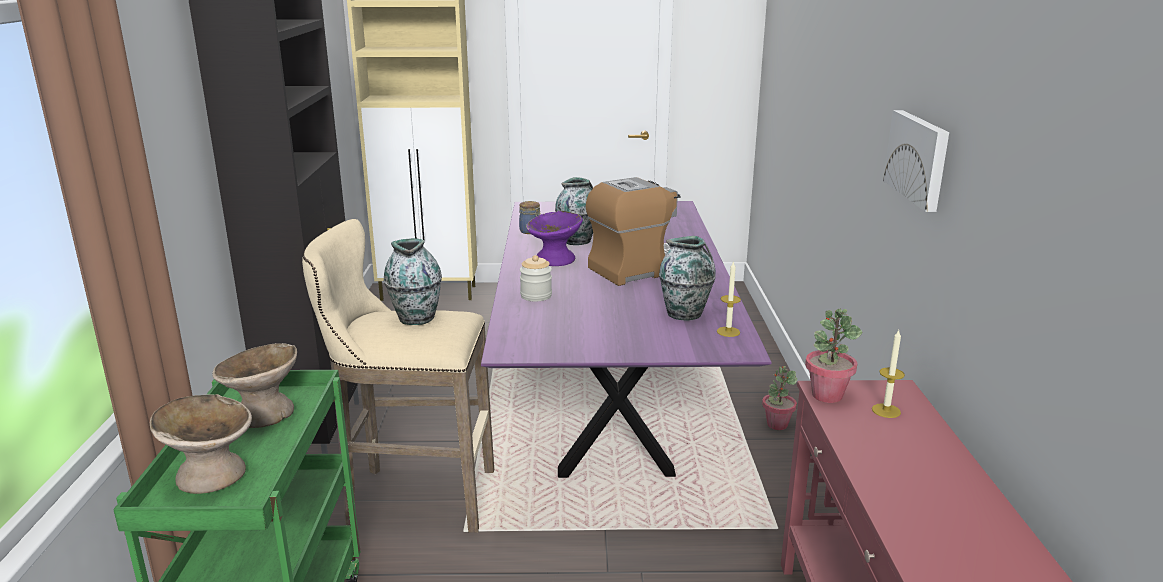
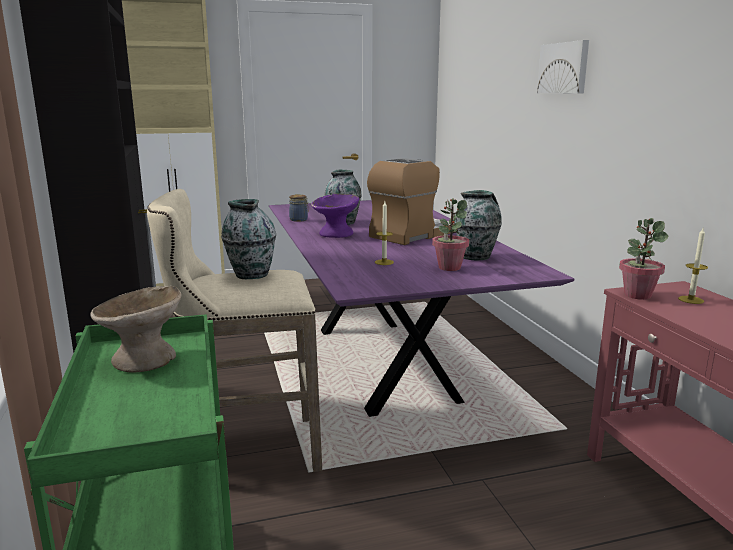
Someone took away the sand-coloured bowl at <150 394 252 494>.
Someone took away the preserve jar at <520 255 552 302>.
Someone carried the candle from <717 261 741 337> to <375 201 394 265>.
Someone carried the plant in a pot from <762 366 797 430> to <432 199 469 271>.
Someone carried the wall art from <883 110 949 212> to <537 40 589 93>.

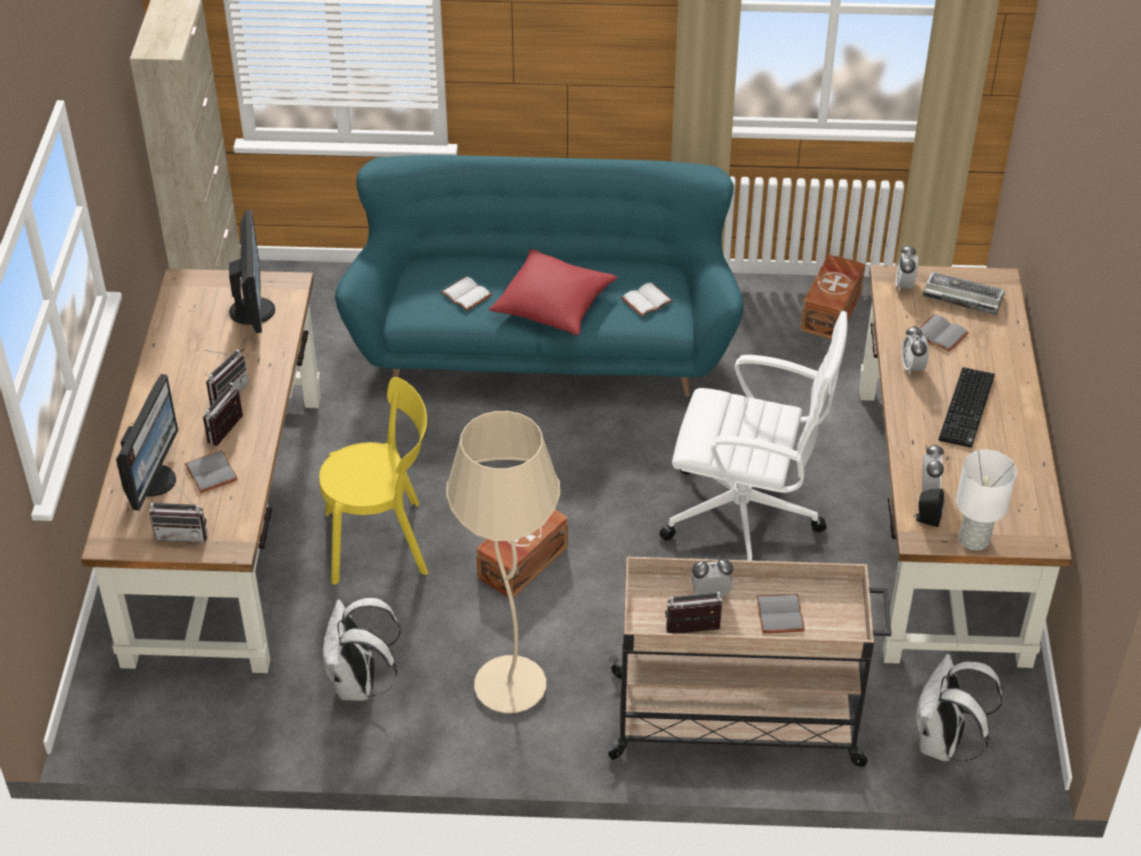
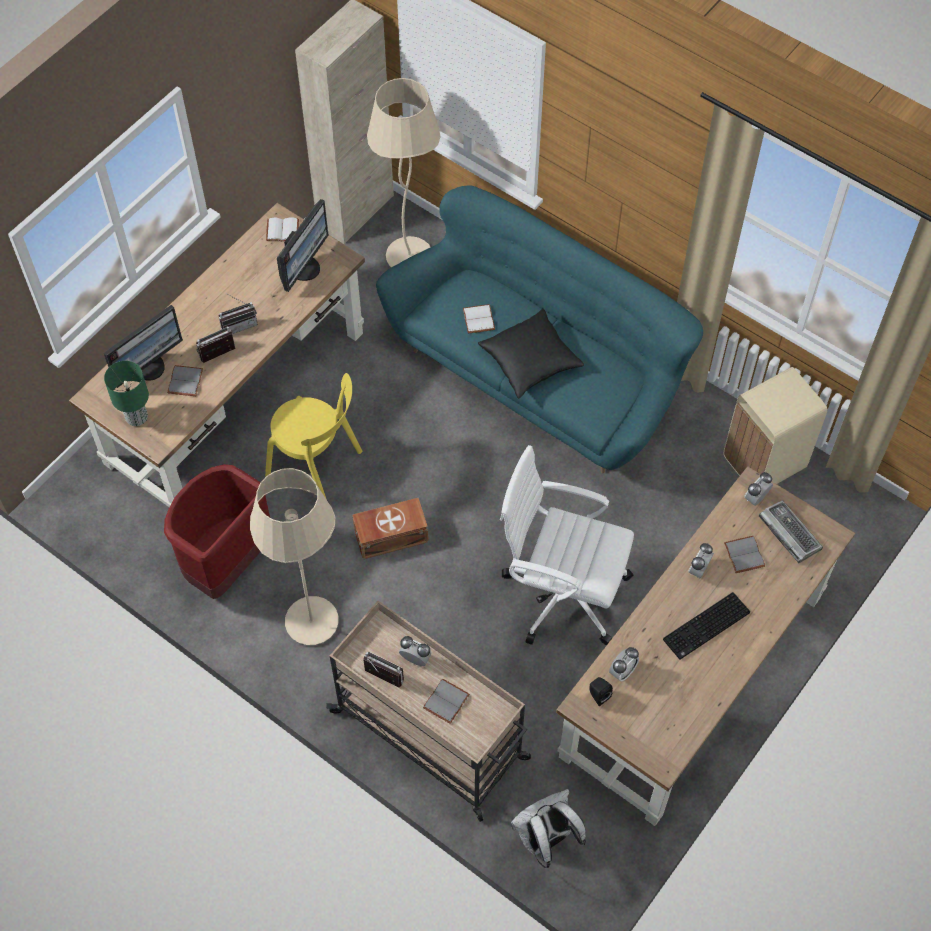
Someone took away the whitish table lamp at <956 450 1017 551>.
Someone put down the sand-coloured standing lamp at <367 78 441 267>.
Someone carried the whitish bound book from <621 282 673 317> to <266 217 299 241>.
Someone swapped the radio at <149 481 208 542> for the green table lamp at <104 361 149 426>.
Someone swapped the whitish rucksack at <323 597 401 701> for the red-coloured trash can at <164 464 270 599>.
Someone swapped the brown-coloured storage box at <800 254 866 339> for the sand-coloured trash can at <723 367 827 484>.
Someone repainted the red-coloured throw pillow at <489 249 617 335>, which became the black-coloured throw pillow at <478 309 584 398>.
Someone rotated the whitish office chair at <659 311 848 561> by 150 degrees clockwise.

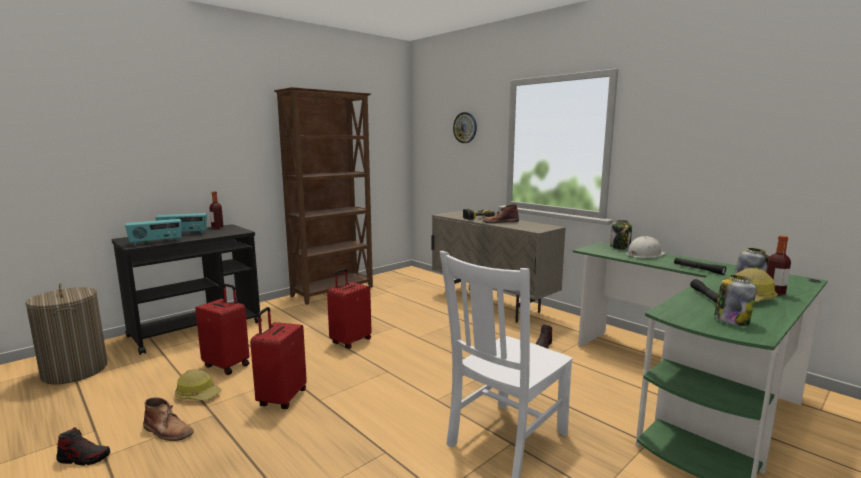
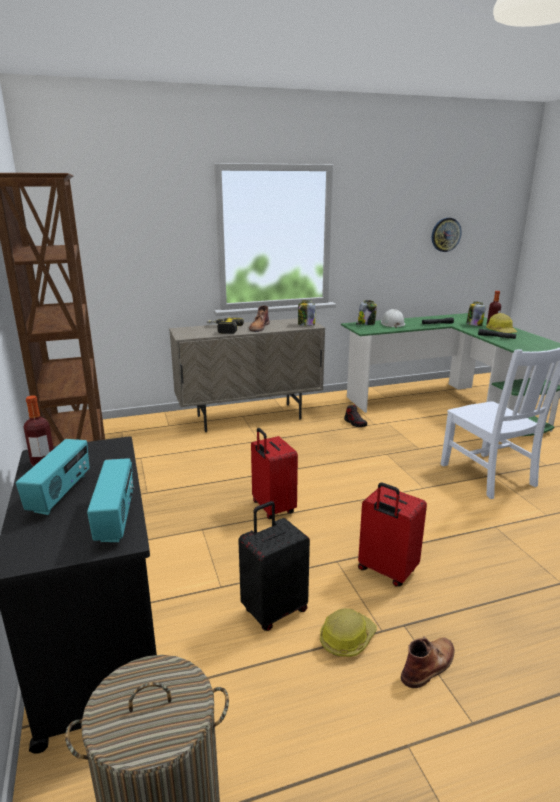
Someone took away the item of footwear at <56 427 110 466>.
Someone carried the hanging clock from <453 112 477 143> to <432 218 462 252>.
Someone carried the preserve jar from <714 275 757 326> to <298 300 315 326>.
Someone repainted the red-coloured suitcase at <195 284 249 375>, which became the black-coloured suitcase at <238 501 310 631>.

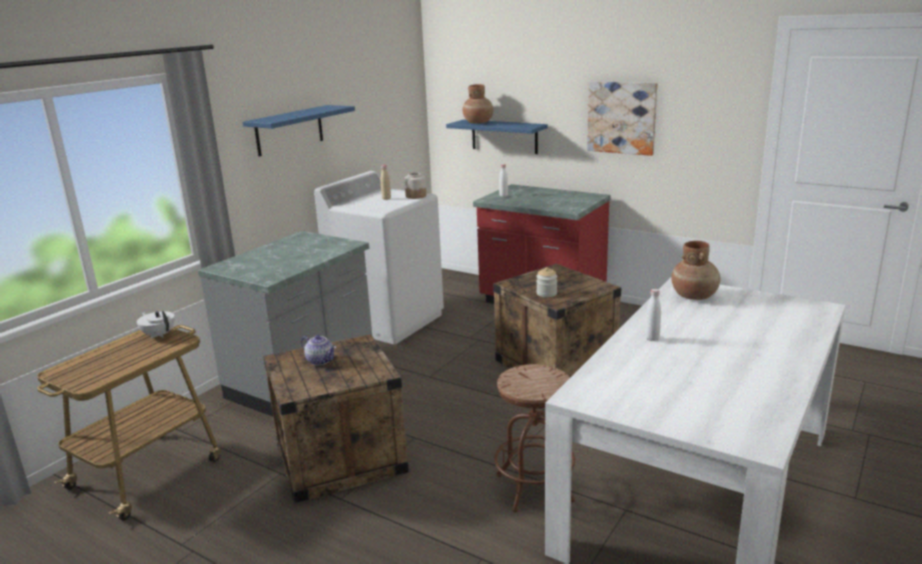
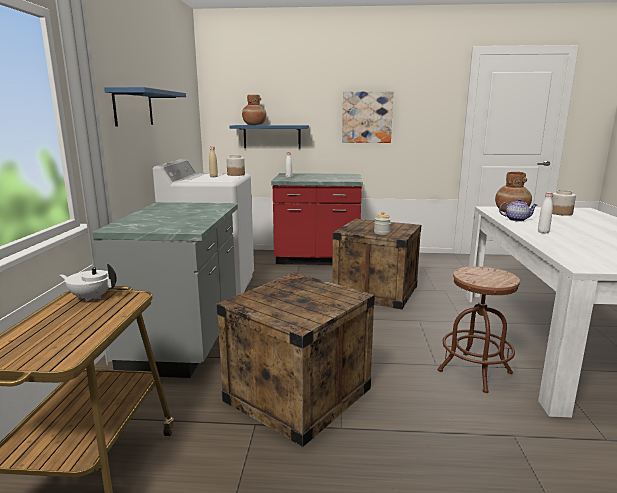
Someone put down the preserve jar at <552 190 576 216>.
Someone carried the tea pot from <301 335 336 365> to <499 199 537 222>.

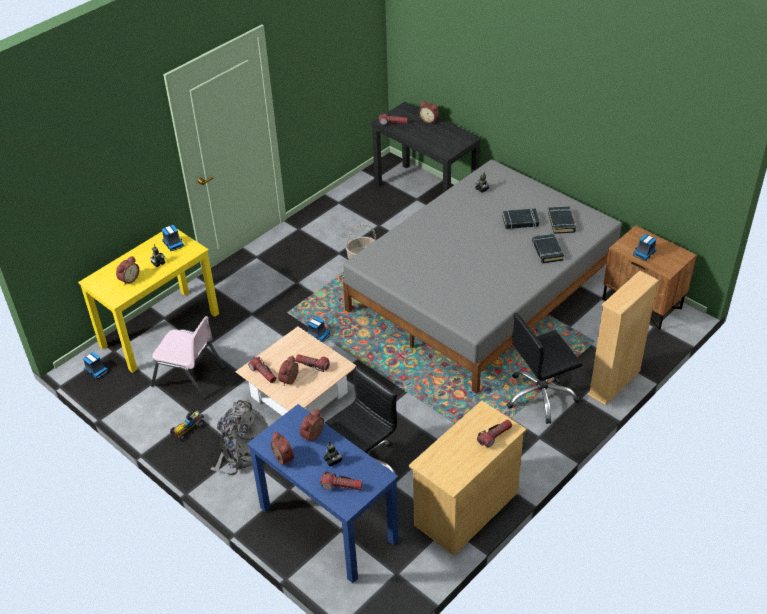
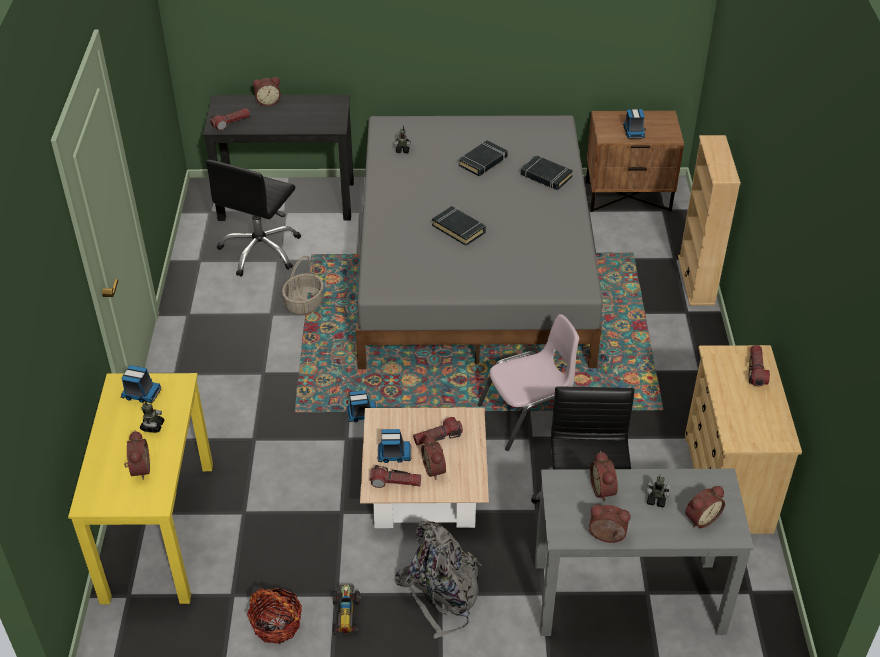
Someone put down the basket at <247 588 302 644>.
Someone carried the toy lorry from <83 352 108 379> to <378 429 412 463>.
Someone carried the pink plain chair from <151 316 225 399> to <478 314 579 451>.
Someone carried the black-coloured office chair from <507 313 582 424> to <205 160 301 277>.
Someone carried the black-coloured bound book from <548 207 576 234> to <432 206 486 246>.
Someone swapped the flashlight at <320 471 363 490> for the table clock at <685 486 725 528>.
Someone repainted the blue desk unit at <247 404 399 583>, which became the greyish desk unit at <535 469 754 636>.

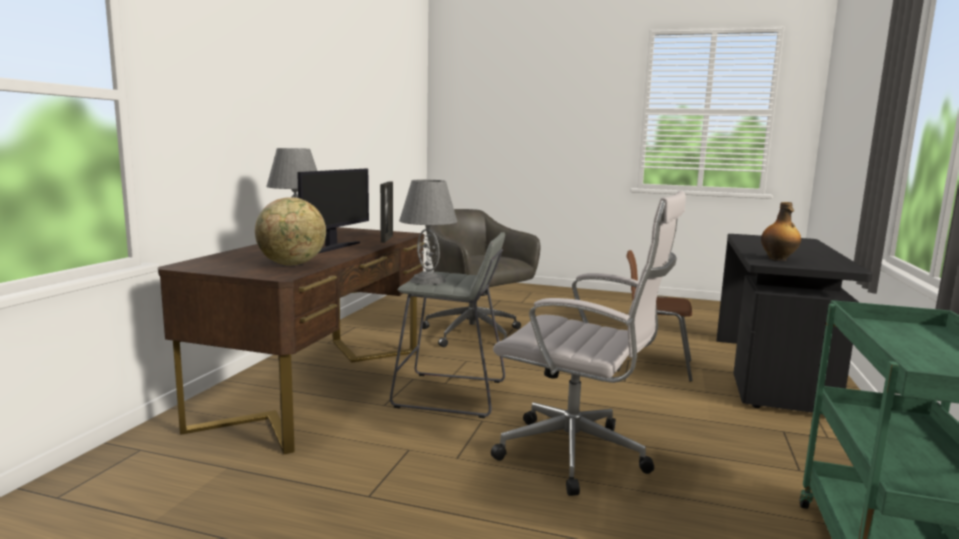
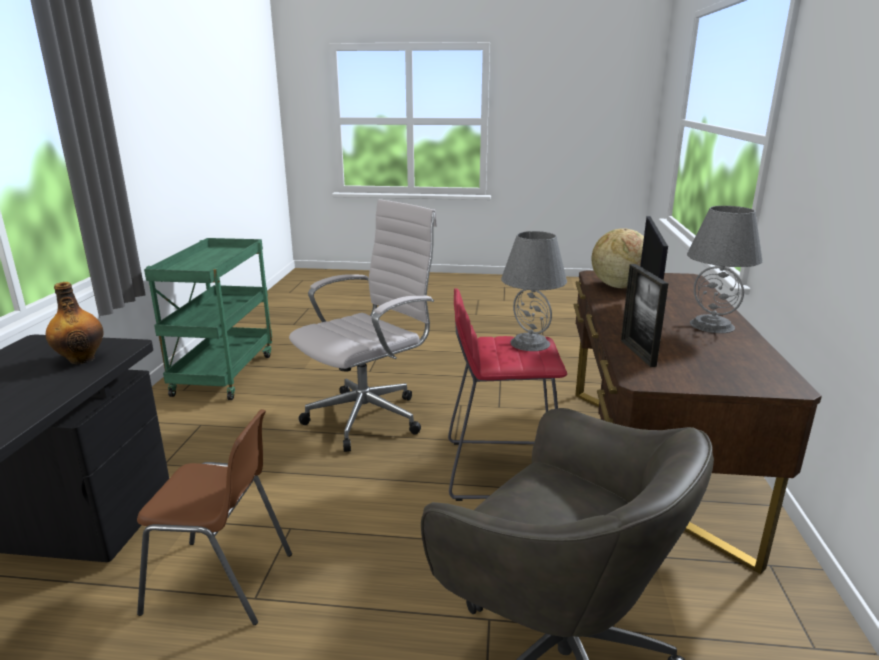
Someone repainted the greyish stool seat at <390 232 505 418>, which became the red-coloured stool seat at <448 288 567 501>.
Someone rotated the whitish office chair at <491 191 686 496> by 120 degrees clockwise.

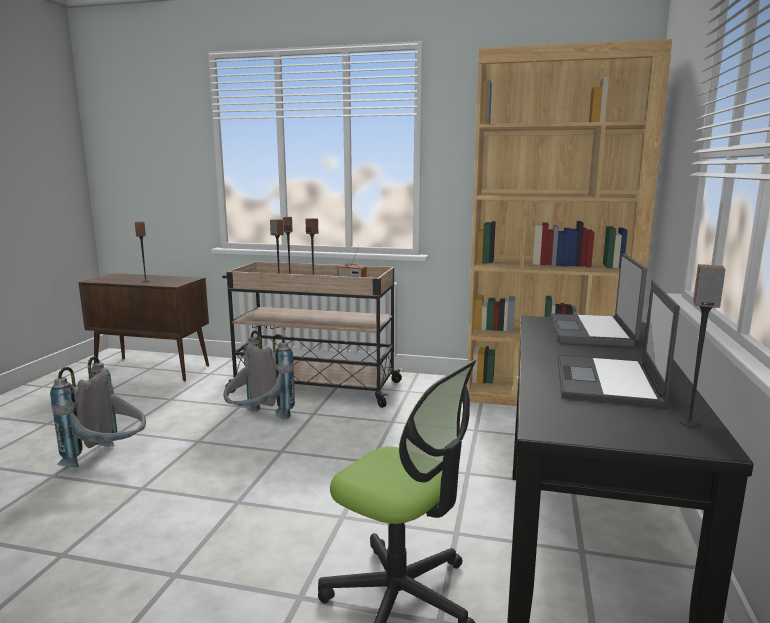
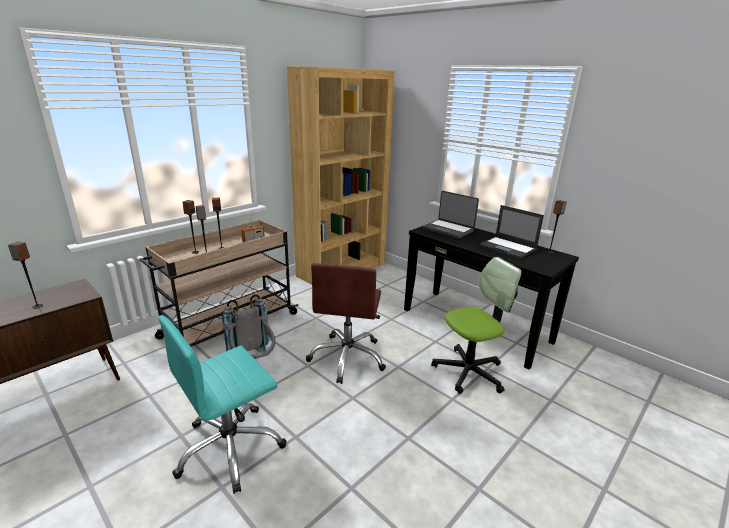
Someone put down the brown-coloured office chair at <306 263 386 384>.
Someone swapped the greyish rucksack at <50 356 146 467> for the blue-green office chair at <158 315 286 494>.

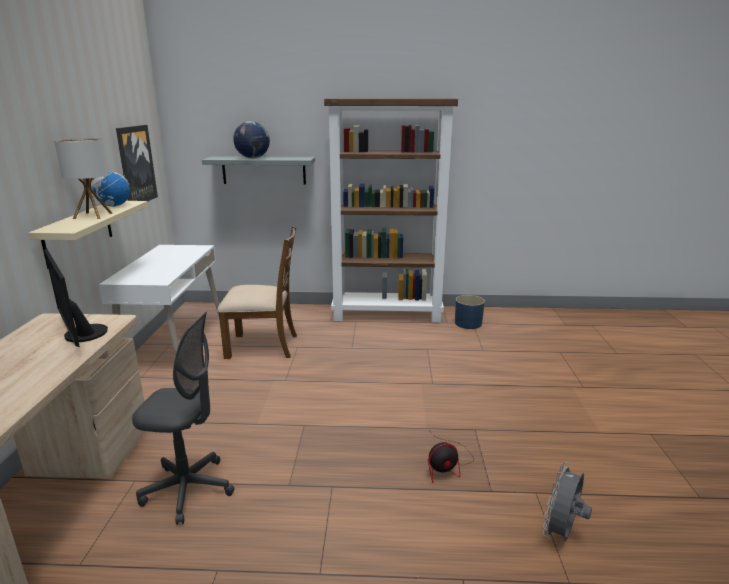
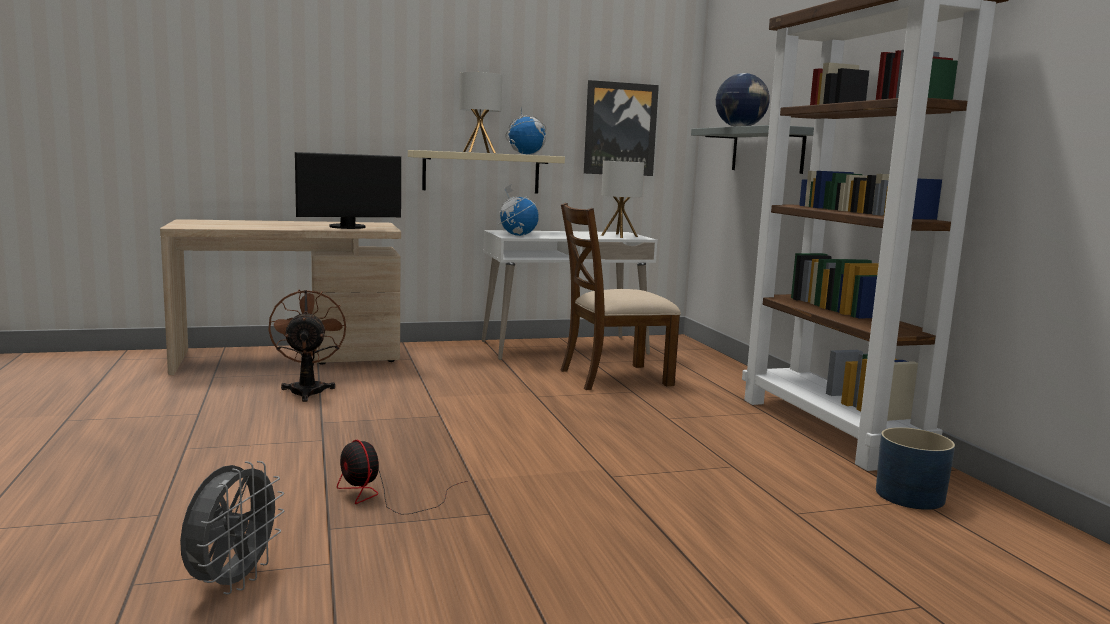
Someone put down the world globe at <499 185 539 236>.
Someone put down the table lamp at <601 161 644 238>.
Someone swapped the greyish office chair at <132 312 234 525> for the brown-coloured fan at <269 289 346 402>.
Someone rotated the computer display at <44 249 108 347> by 150 degrees counterclockwise.
Someone rotated the brown-coloured plain chair at <217 226 297 359> by 90 degrees clockwise.
Someone rotated the greyish fan at <542 462 592 541> by 90 degrees clockwise.

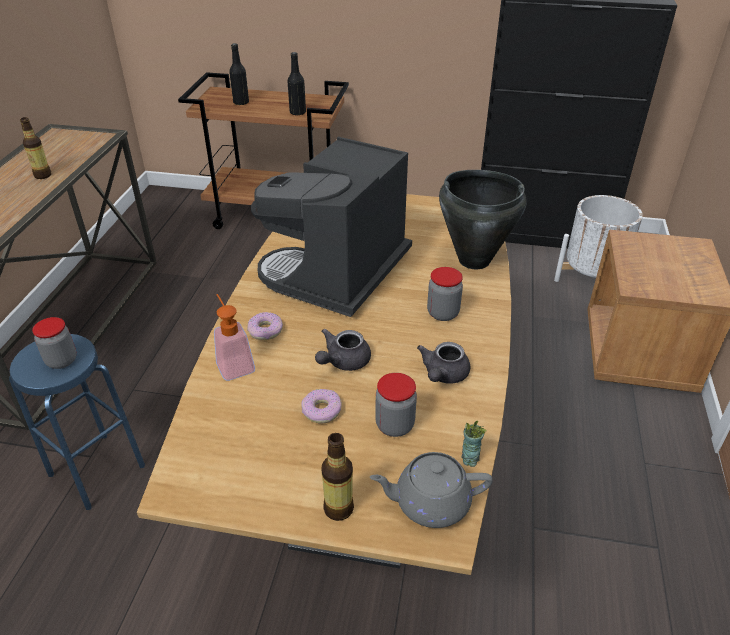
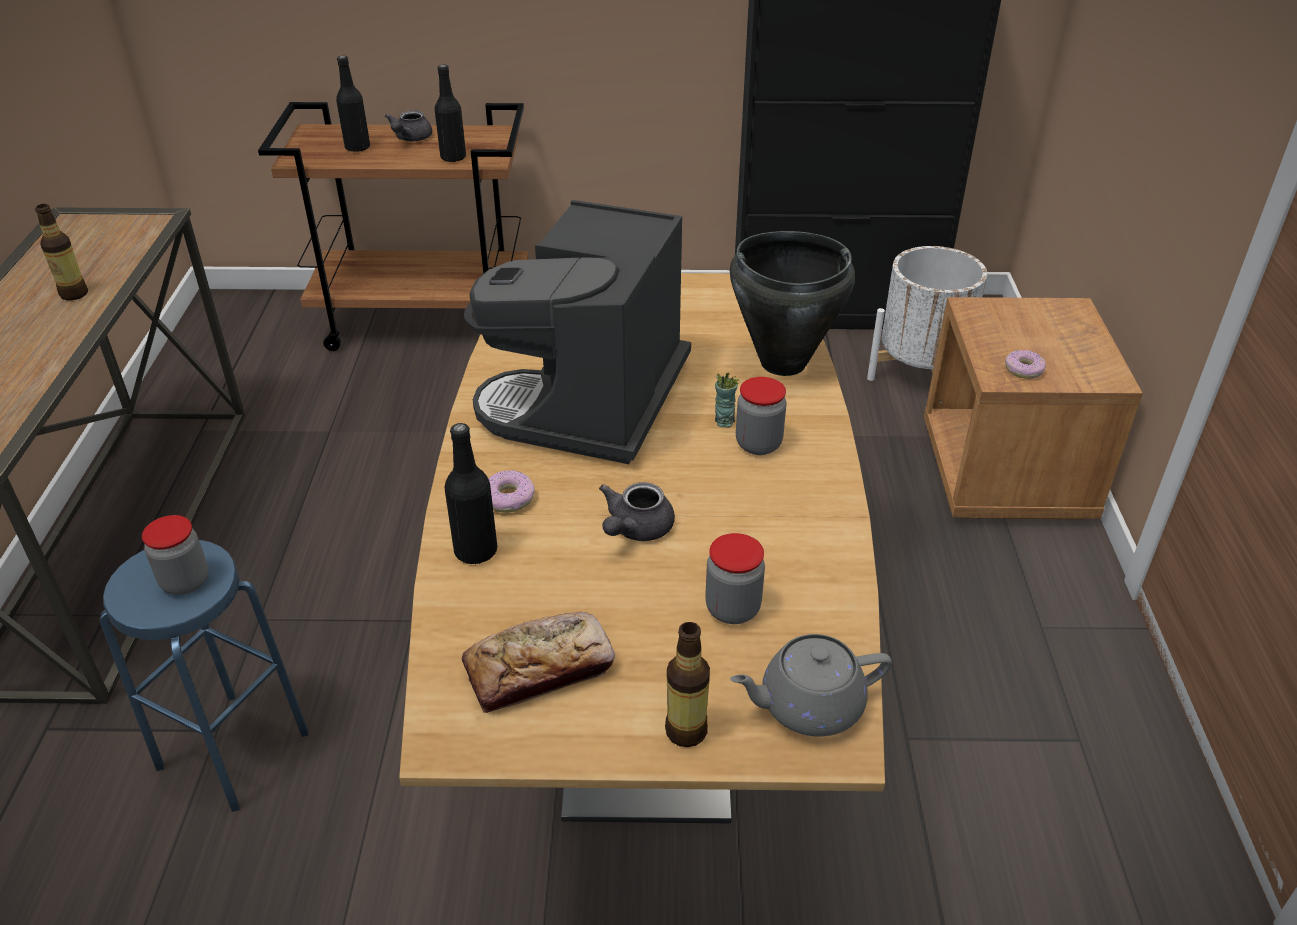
Someone put down the bread at <462 612 615 713>.
Someone carried the doughnut from <301 389 342 423> to <1005 350 1046 379>.
Someone carried the greyish tea pot from <417 342 470 384> to <385 110 432 141>.
Someone carried the drinking cup from <461 420 486 467> to <715 372 740 428>.
Someone swapped the soap dispenser at <214 294 255 381> for the black-coloured drink bottle at <445 423 497 564>.

